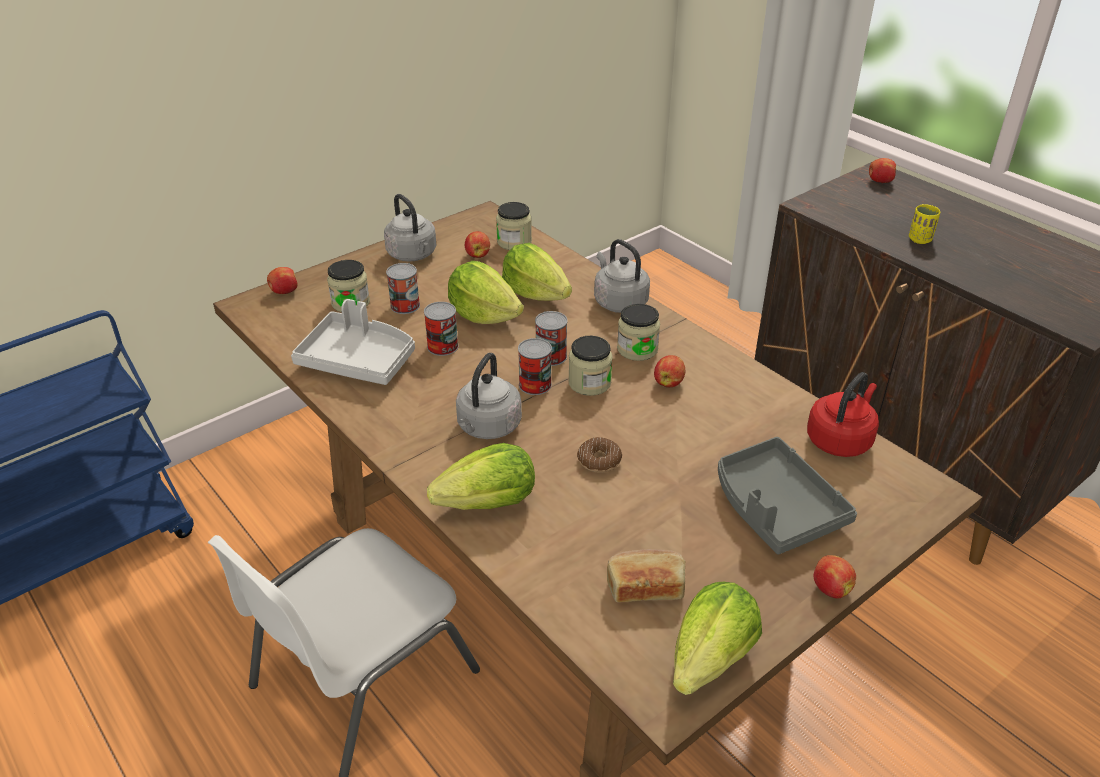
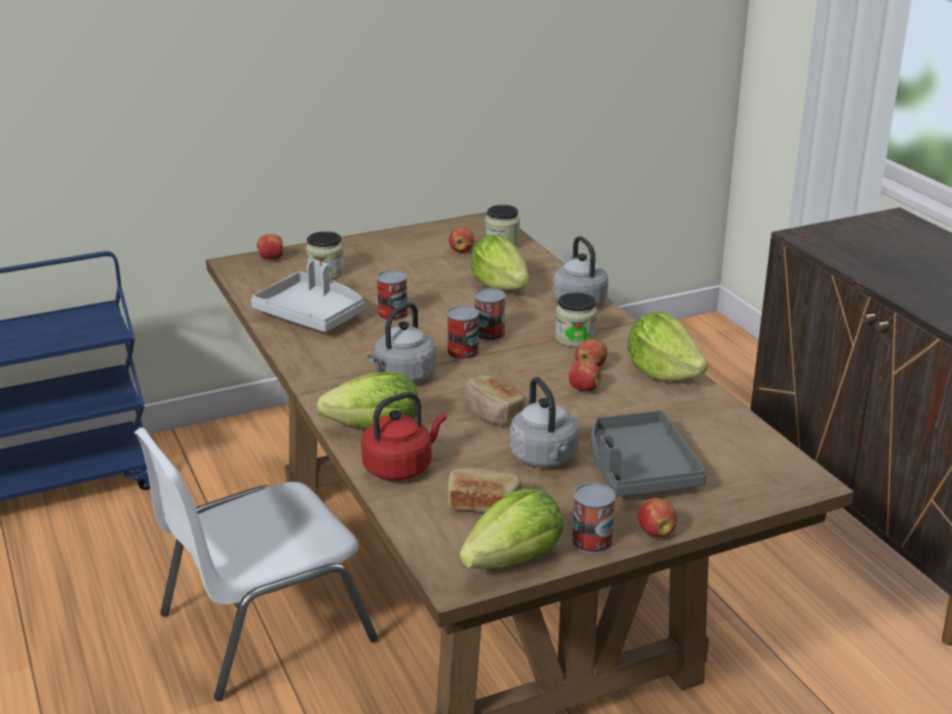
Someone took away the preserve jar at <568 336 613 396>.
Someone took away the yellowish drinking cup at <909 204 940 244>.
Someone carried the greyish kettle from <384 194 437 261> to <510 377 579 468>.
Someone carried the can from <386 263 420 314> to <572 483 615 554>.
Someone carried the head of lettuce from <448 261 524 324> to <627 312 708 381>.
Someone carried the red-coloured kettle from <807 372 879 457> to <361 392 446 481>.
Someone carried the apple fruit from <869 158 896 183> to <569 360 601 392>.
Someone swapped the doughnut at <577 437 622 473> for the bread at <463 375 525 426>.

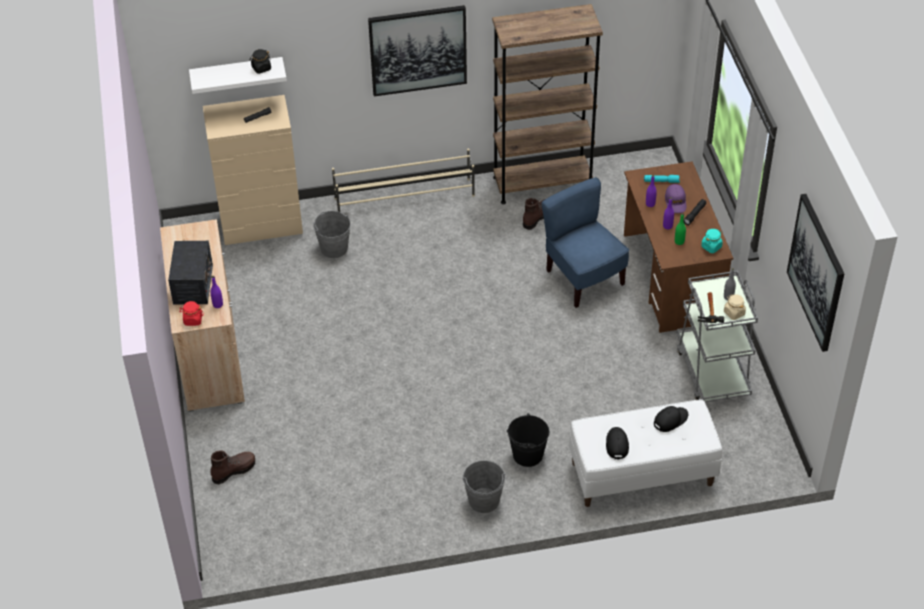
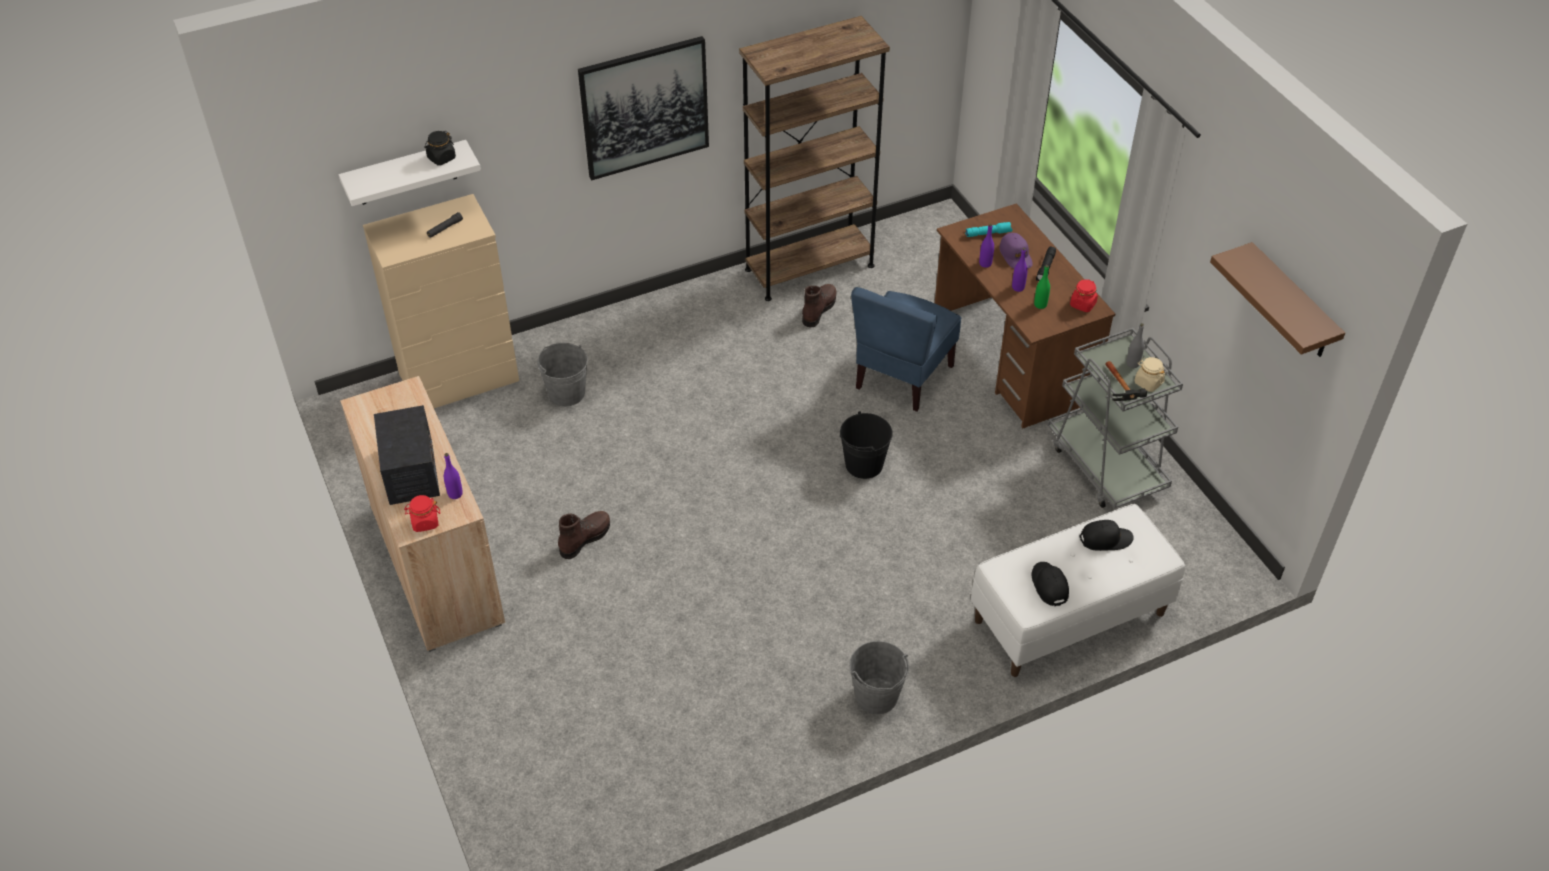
Someone took away the sand-coloured shoe shelf at <332 149 475 212>.
Someone carried the brown-coloured high-top boot from <210 451 255 484> to <558 511 610 559>.
Someone carried the black-coloured pail from <507 413 549 467> to <840 411 893 479>.
Someone swapped the wall art at <787 194 844 352> for the brown-coloured shelf at <1210 242 1345 357>.
Someone repainted the blue-green preserve jar at <701 229 723 253>, which became the red-coloured preserve jar at <1070 280 1098 312>.
Someone rotated the blue plain chair at <541 177 629 308> by 105 degrees counterclockwise.
Someone rotated the black-coloured cap at <654 406 688 432> by 45 degrees clockwise.

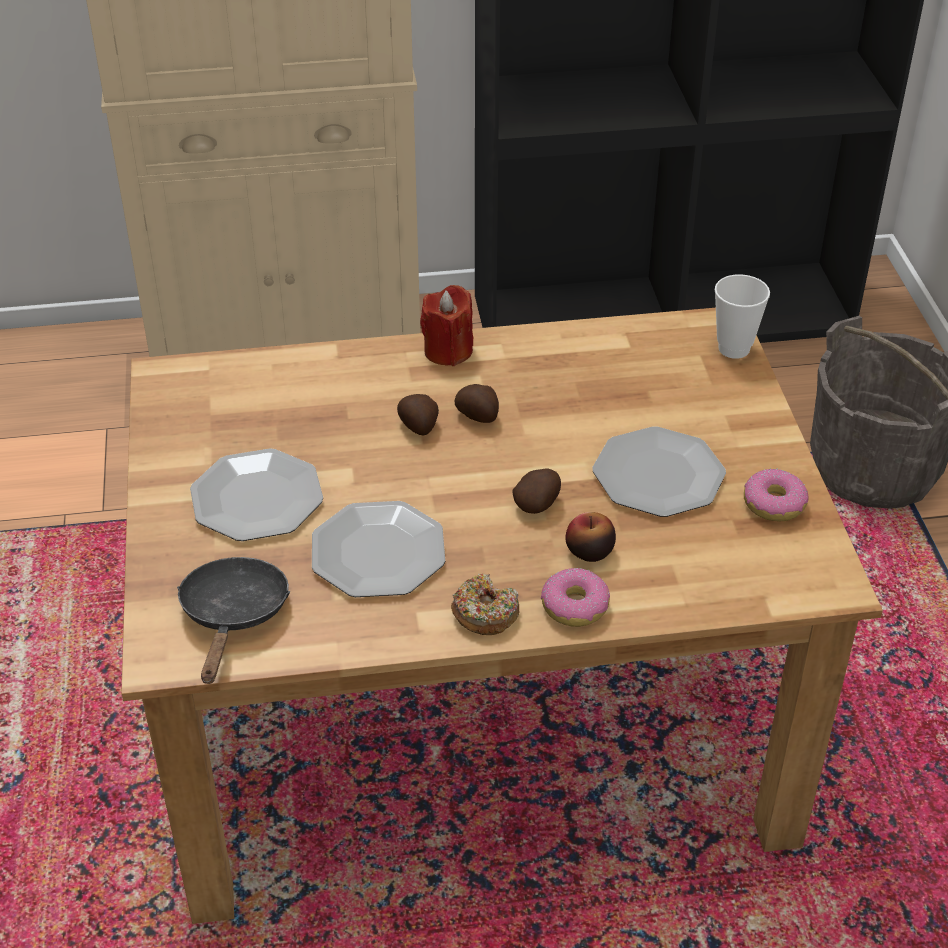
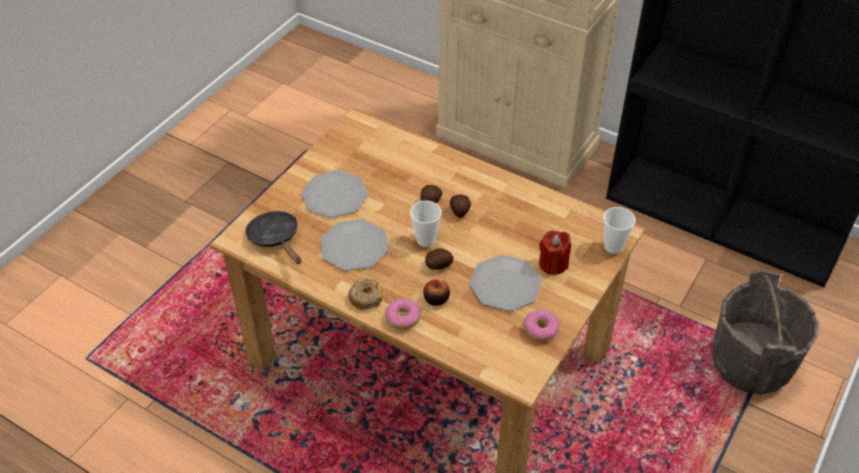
Someone put down the drinking cup at <410 201 442 247>.
Someone carried the red-coloured candle from <420 285 473 366> to <539 230 571 275>.
Someone rotated the black-coloured pan at <177 557 290 684> by 75 degrees counterclockwise.

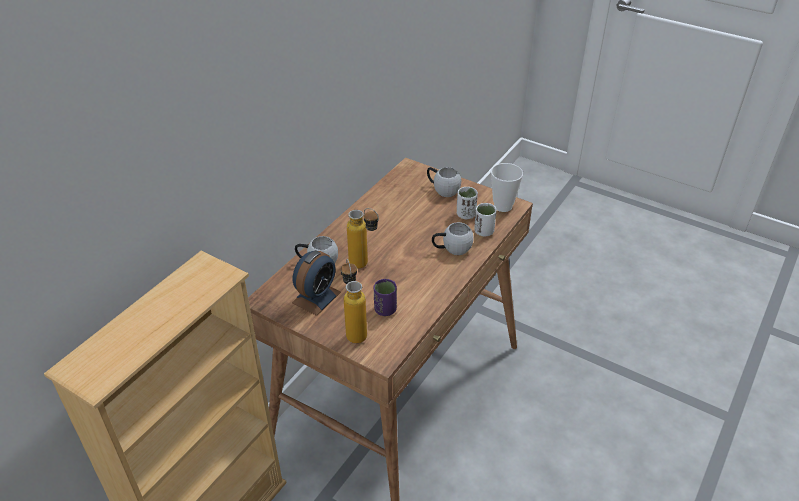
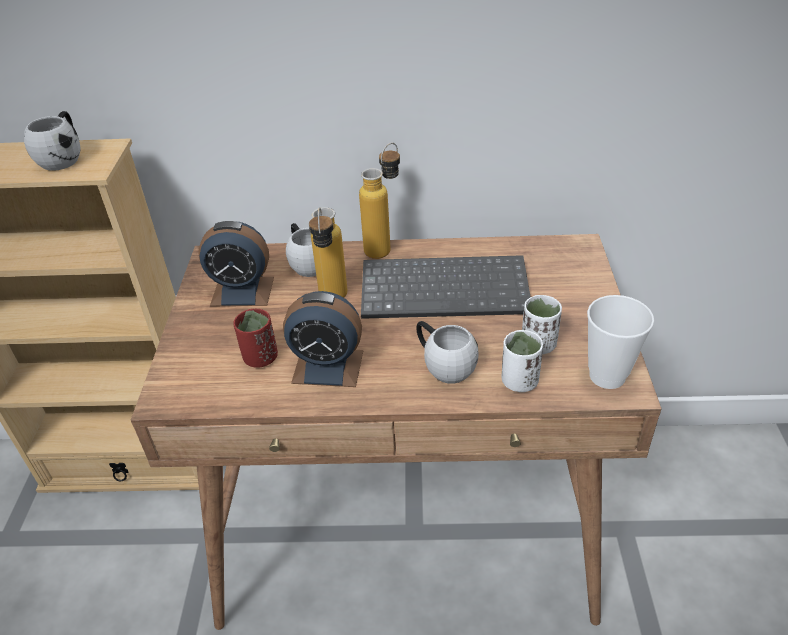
Someone put down the table clock at <283 291 363 387>.
Someone put down the PC keyboard at <361 255 530 319>.
Someone carried the drink bottle from <341 259 367 343> to <359 143 400 259>.
Someone carried the whitish mug from <427 167 461 197> to <24 111 80 171>.
Someone repainted the purple drinking cup at <374 279 397 316>, which became the red-coloured drinking cup at <233 308 278 367>.

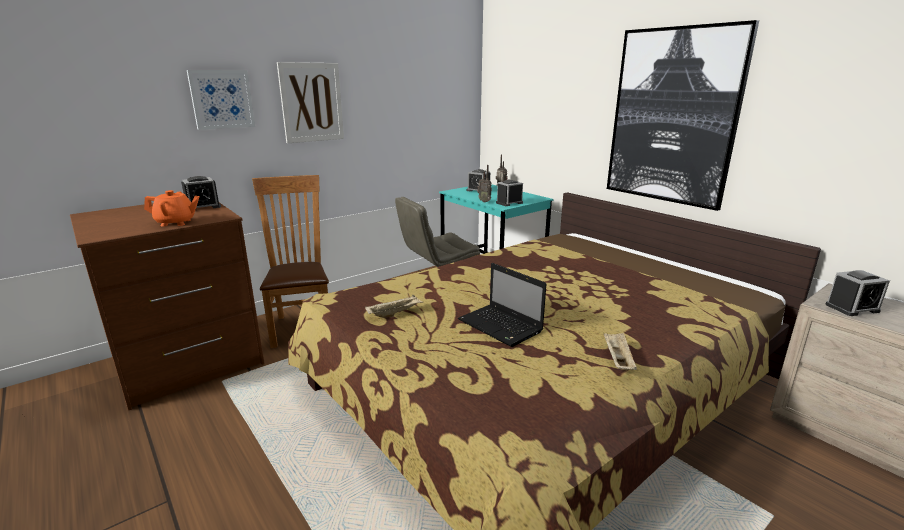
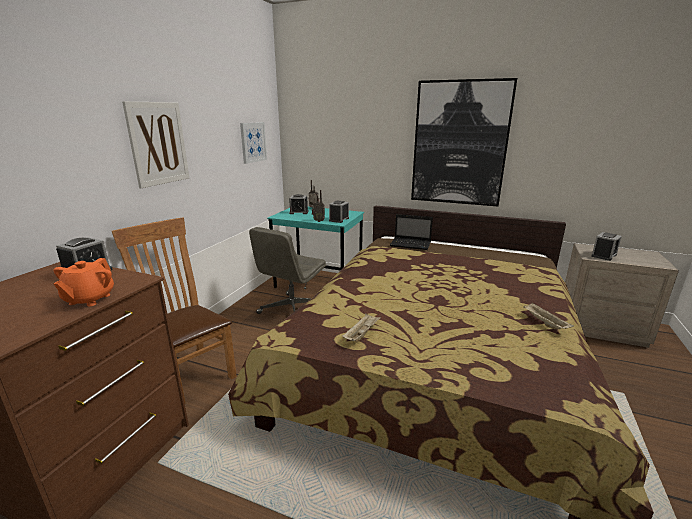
Someone carried the wall art from <187 70 255 130> to <240 122 267 164>.
Someone carried the notebook computer from <458 263 546 347> to <390 214 433 250>.
Someone rotated the orangey tea pot at <144 190 200 226> by 135 degrees clockwise.

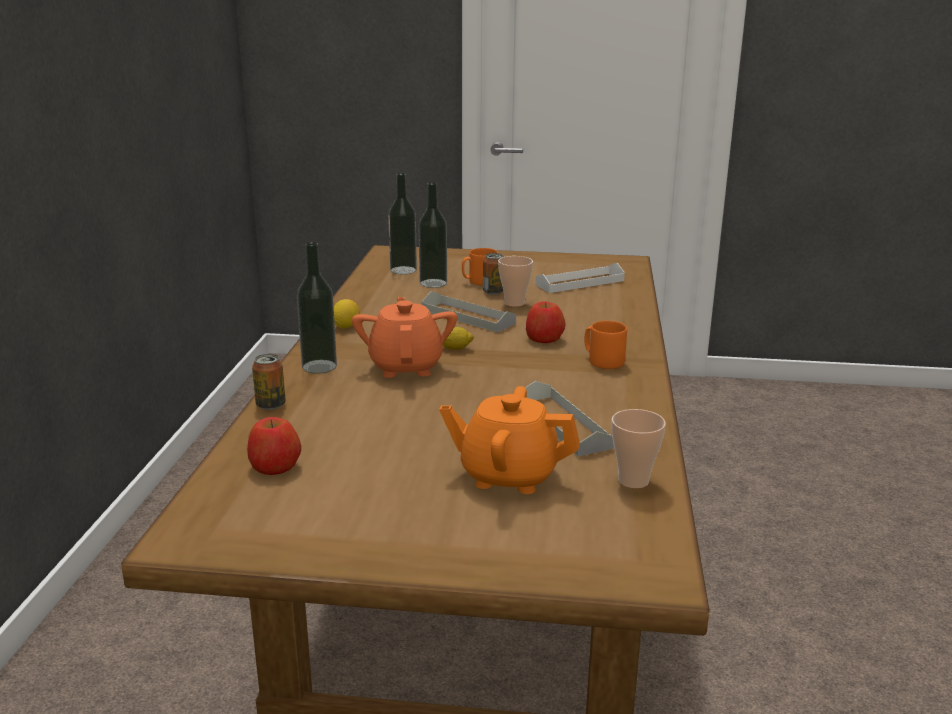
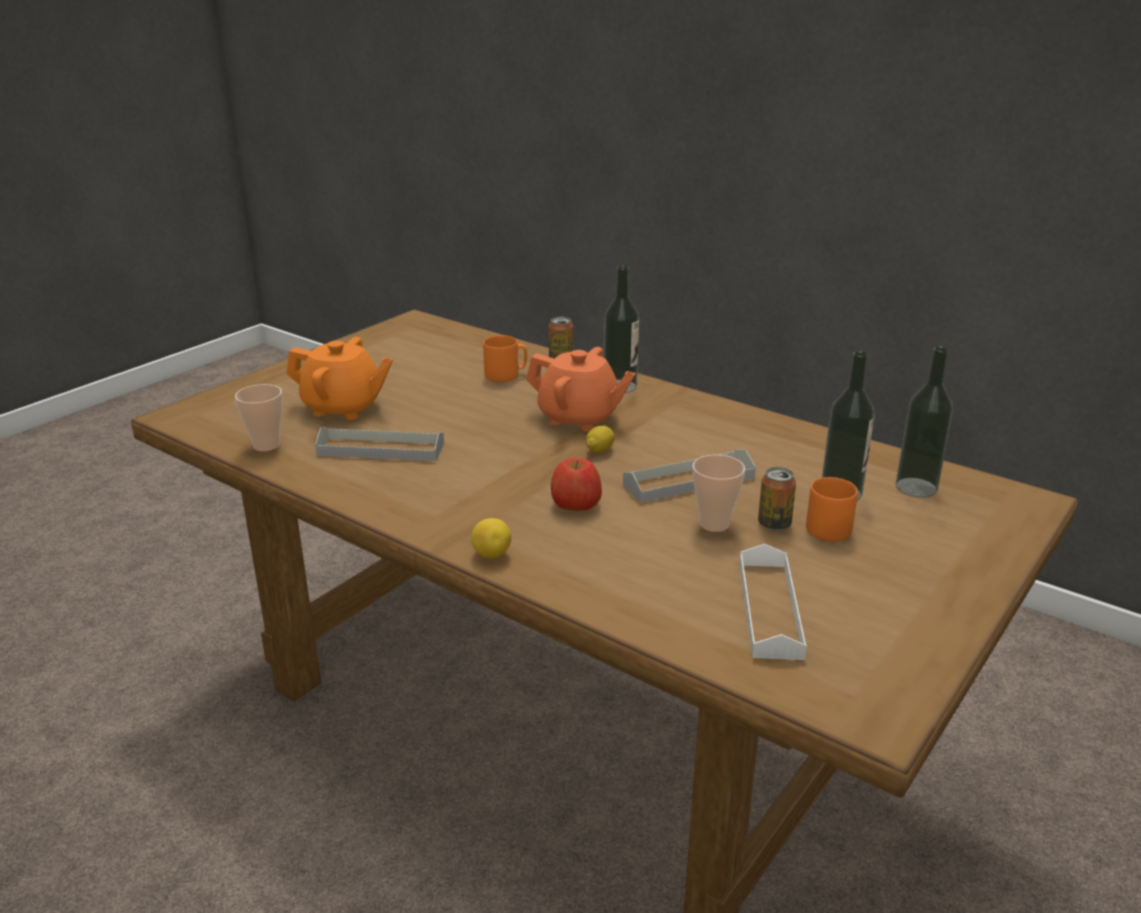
Someone took away the apple fruit at <247 417 301 475>.
Someone carried the whole lemon from <334 299 360 328> to <471 518 512 558>.
Someone carried the orangey mug from <585 321 627 369> to <483 335 527 382>.
Someone rotated the orangey tea pot at <439 386 580 494> by 60 degrees clockwise.

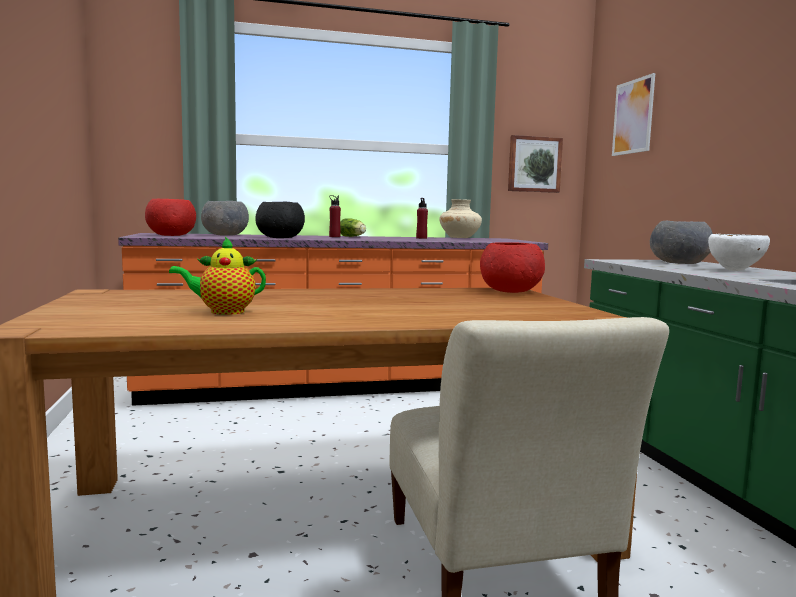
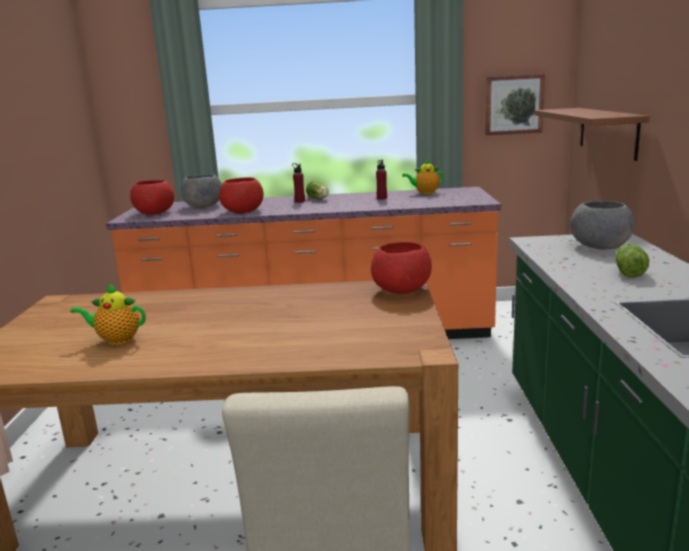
Someone took away the wall art at <612 73 655 156>.
Someone put up the brown-coloured shelf at <534 108 650 161>.
Someone swapped the sand-coloured flower vase at <439 199 482 238> for the tea pot at <402 158 444 194>.
Someone swapped the whitish bowl at <708 234 770 271> for the head of lettuce at <616 244 649 277>.
Someone repainted the black-coloured bowl at <255 202 305 238>, which became the red-coloured bowl at <219 177 264 213>.

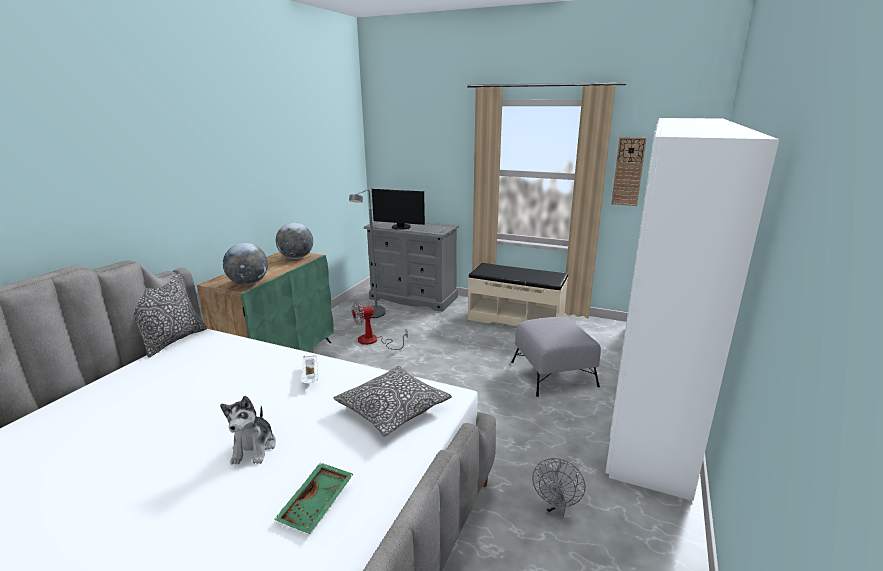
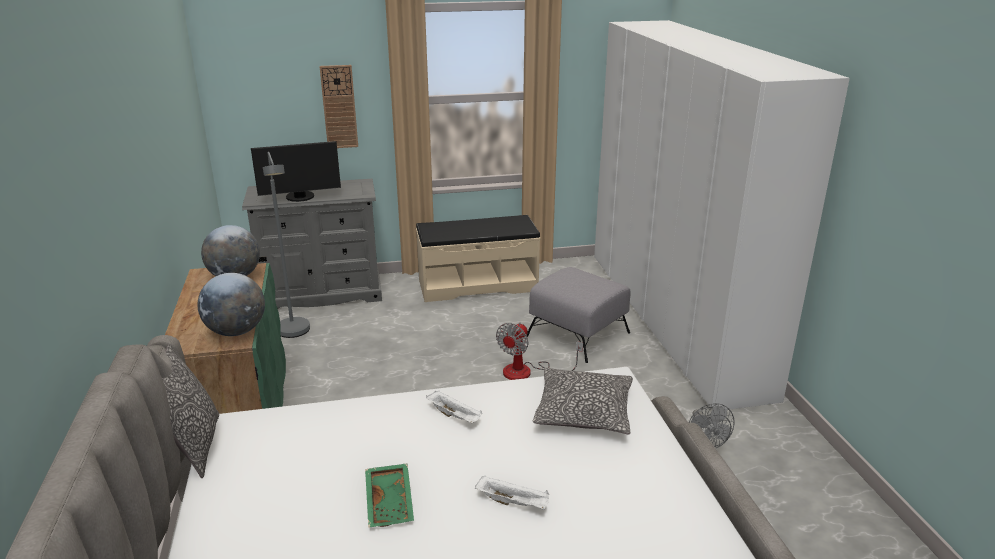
Someone carried the green serving tray from <274 463 353 534> to <365 464 414 528>.
Someone carried the fan from <352 301 408 350> to <496 322 583 380>.
Someone carried the hanging clock from <611 137 647 206> to <319 65 358 148>.
Someone swapped the plush toy at <220 396 276 464> for the whitish serving tray at <475 475 549 509>.

